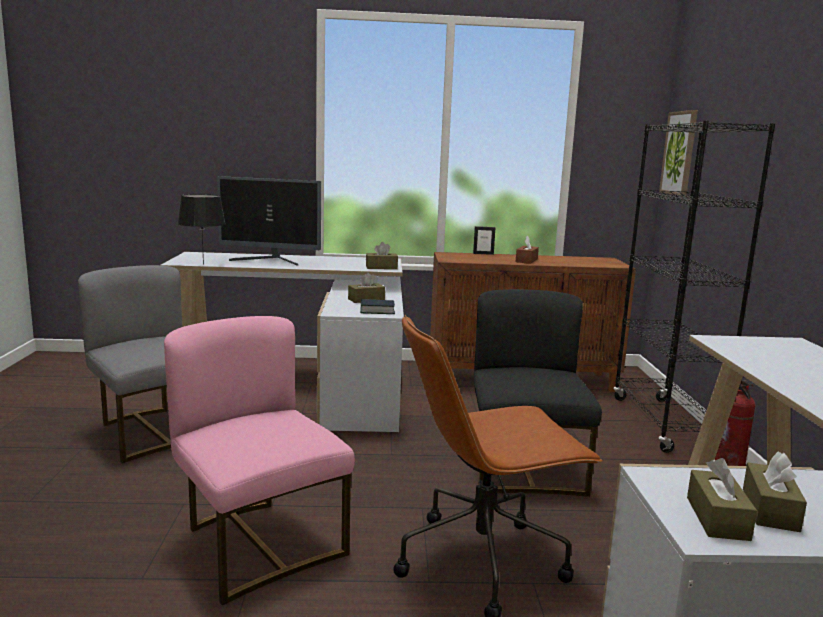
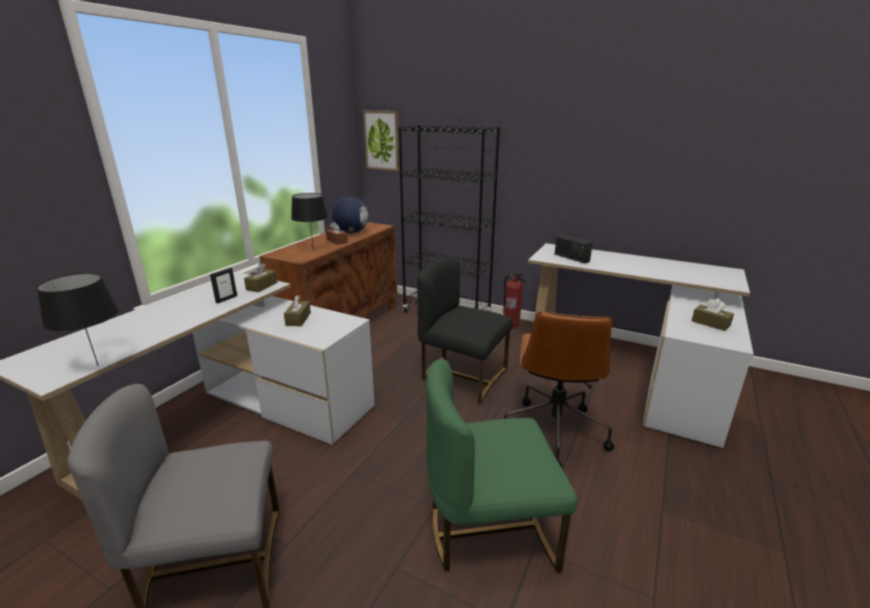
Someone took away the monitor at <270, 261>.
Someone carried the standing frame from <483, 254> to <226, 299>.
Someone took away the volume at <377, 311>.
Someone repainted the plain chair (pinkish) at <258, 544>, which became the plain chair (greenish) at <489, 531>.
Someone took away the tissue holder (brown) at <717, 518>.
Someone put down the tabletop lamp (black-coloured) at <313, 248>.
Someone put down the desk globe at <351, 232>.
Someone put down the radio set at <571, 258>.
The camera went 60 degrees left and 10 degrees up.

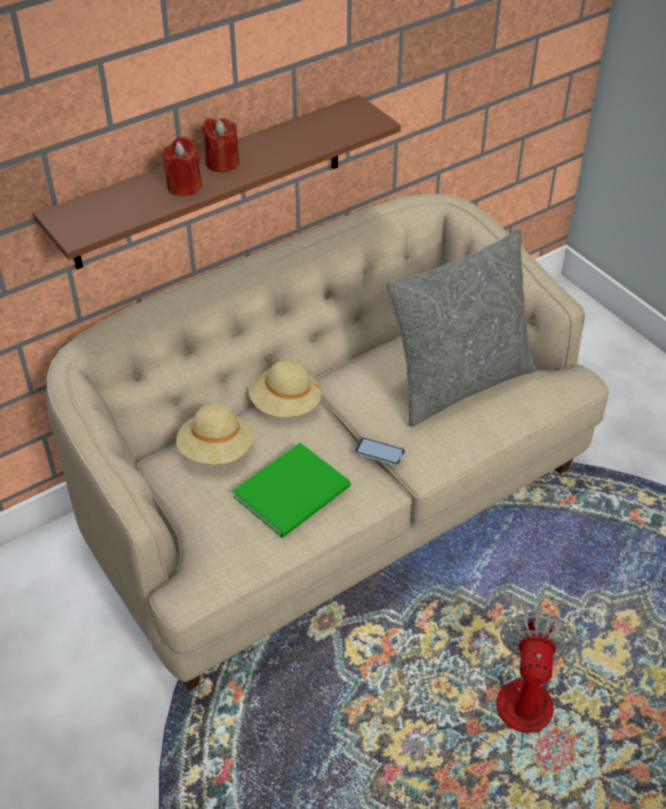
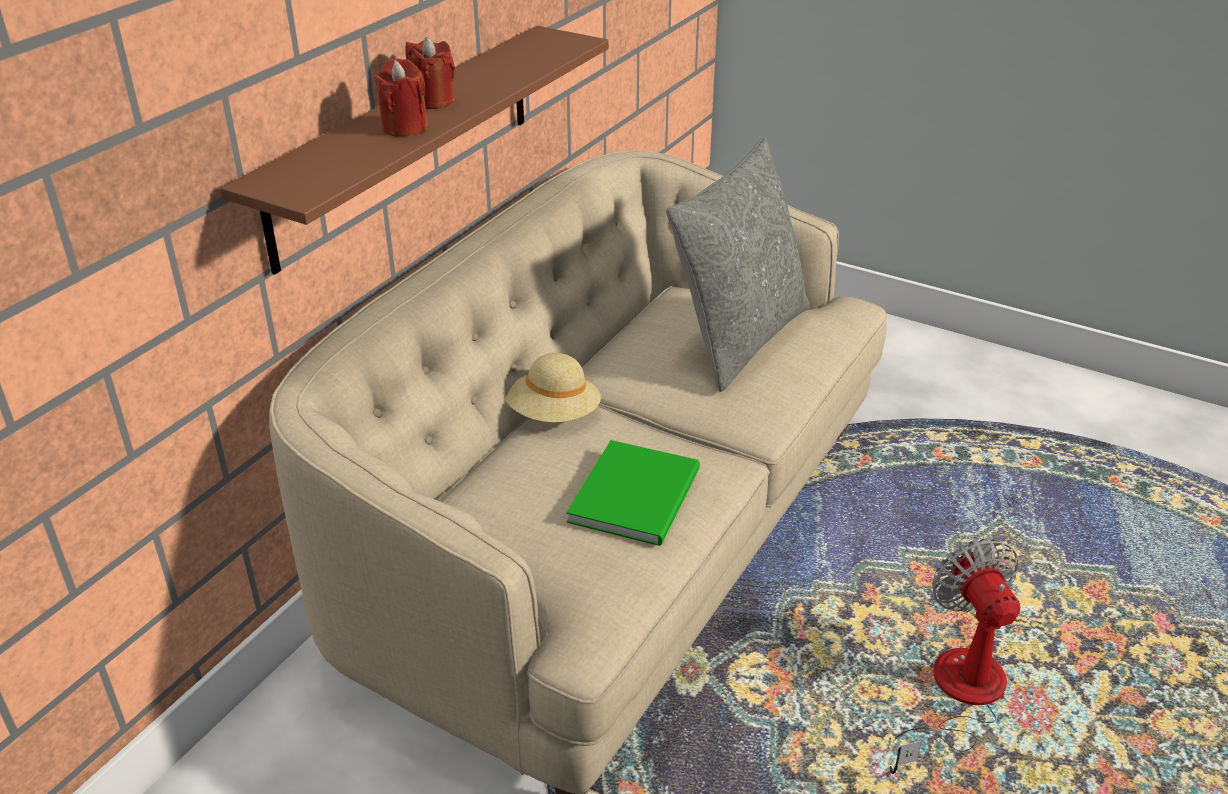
Someone took away the wearable hat (beige-coloured) at <216, 451>.
Someone took away the handset at <379, 452>.
The camera went 25 degrees left and 10 degrees down.

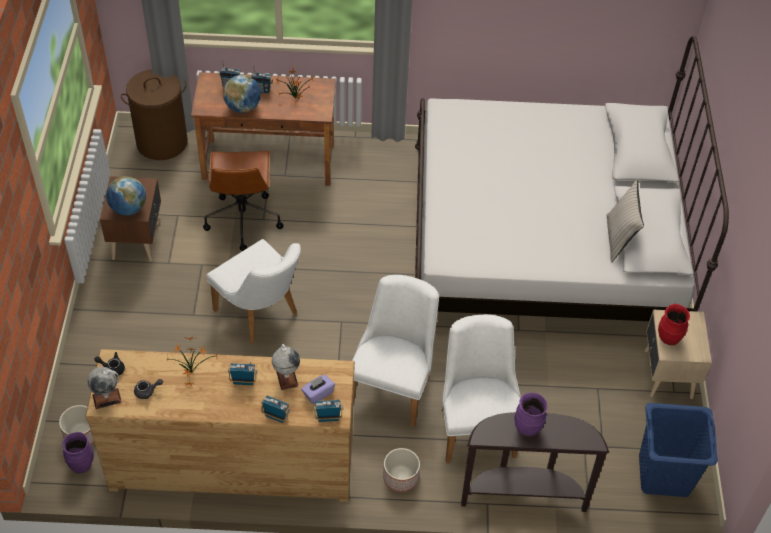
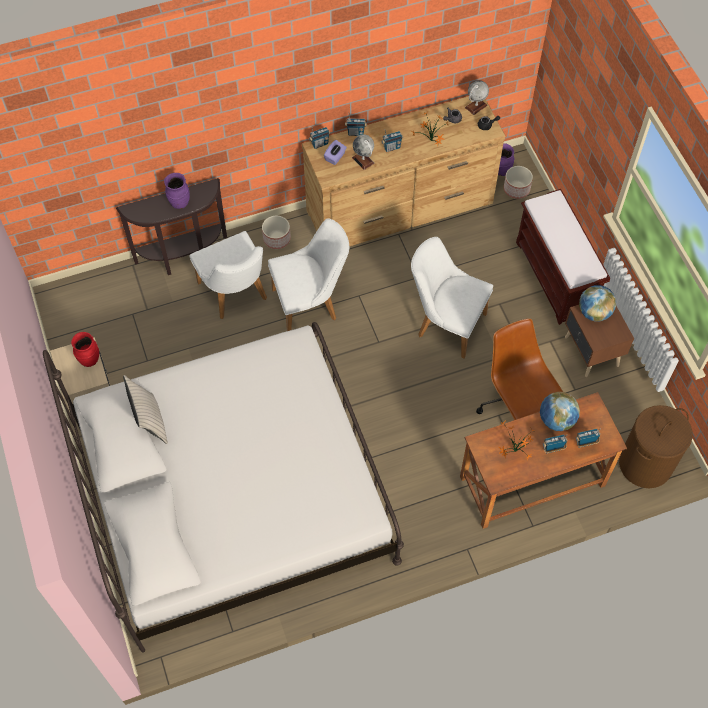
Someone rotated the plain chair (white-coloured) at <394, 386> by 105 degrees counterclockwise.
Someone took away the laundry basket (blue) at <664, 475>.
Someone put down the long seat (brown) at <555, 278>.
The camera went 160 degrees right and 10 degrees up.

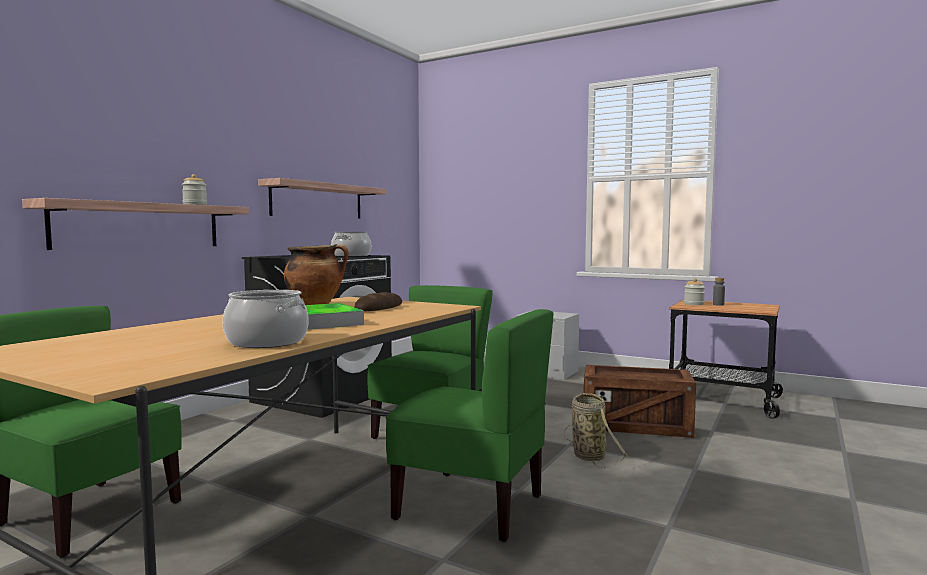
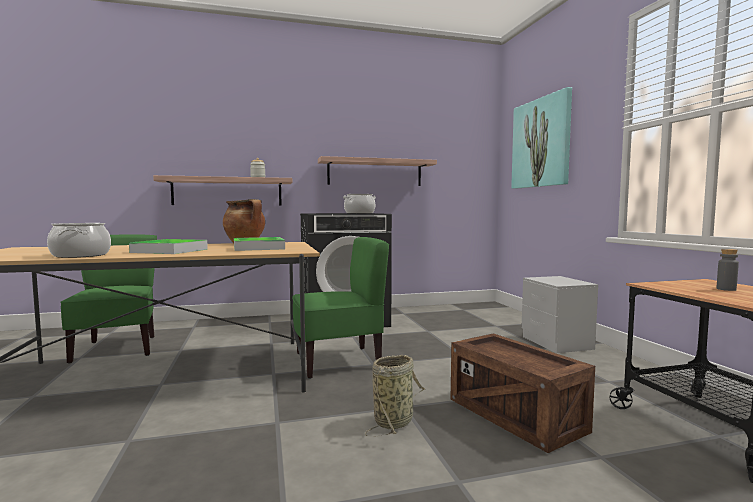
Someone took away the jar at <694, 304>.
Someone swapped the baked bread at <379, 308> for the carrying tray at <258, 248>.
Someone took away the plain chair (greenish) at <471, 506>.
Someone put up the wall picture at <541, 143>.
The camera went 45 degrees right and 0 degrees up.

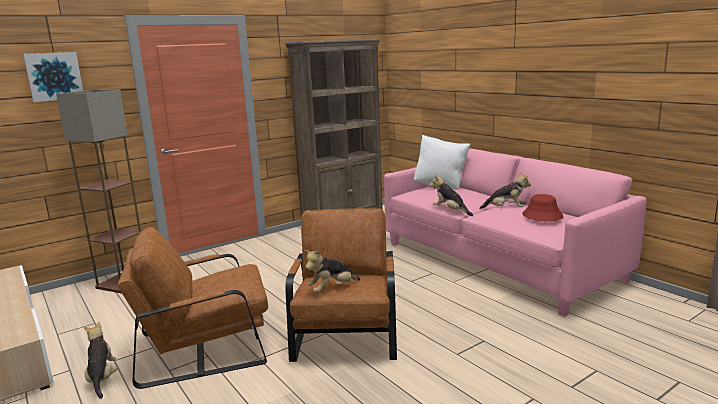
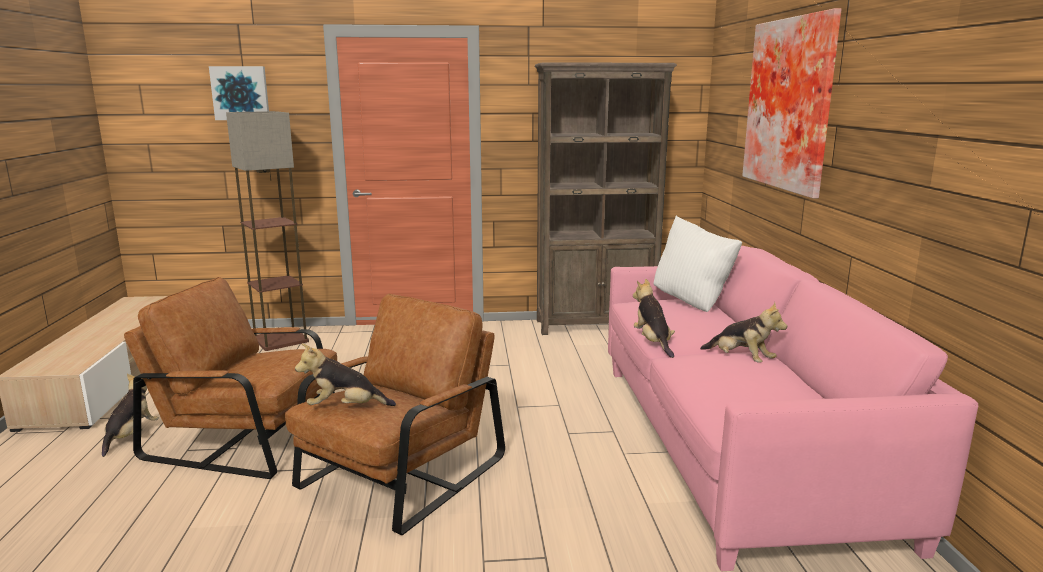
Someone took away the wearable hat (red-coloured) at <542, 216>.
Someone put up the wall picture at <793, 104>.
The camera went 30 degrees right and 0 degrees up.

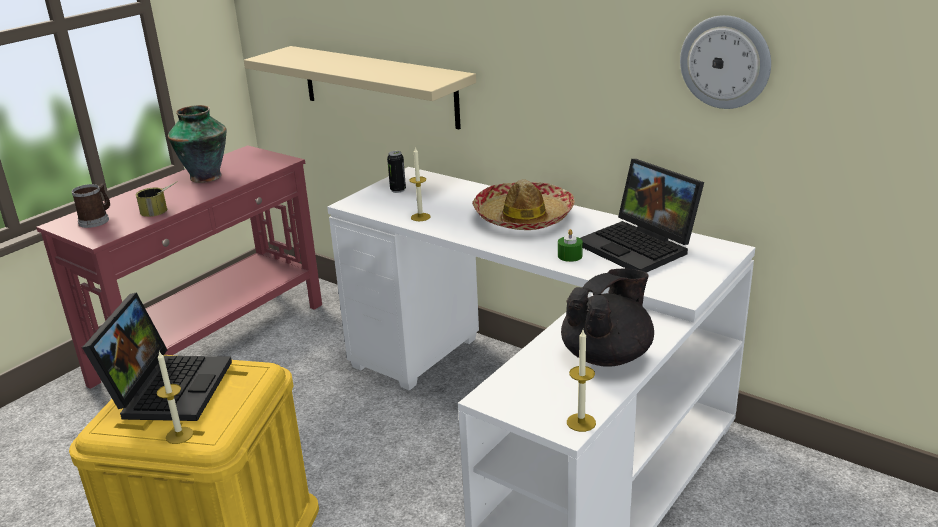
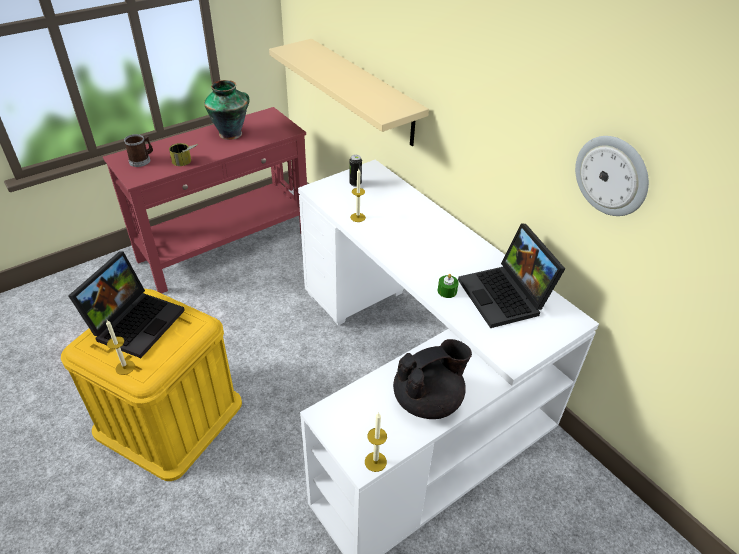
Someone took away the wearable hat at <523, 217>.
The camera went 15 degrees right and 15 degrees up.

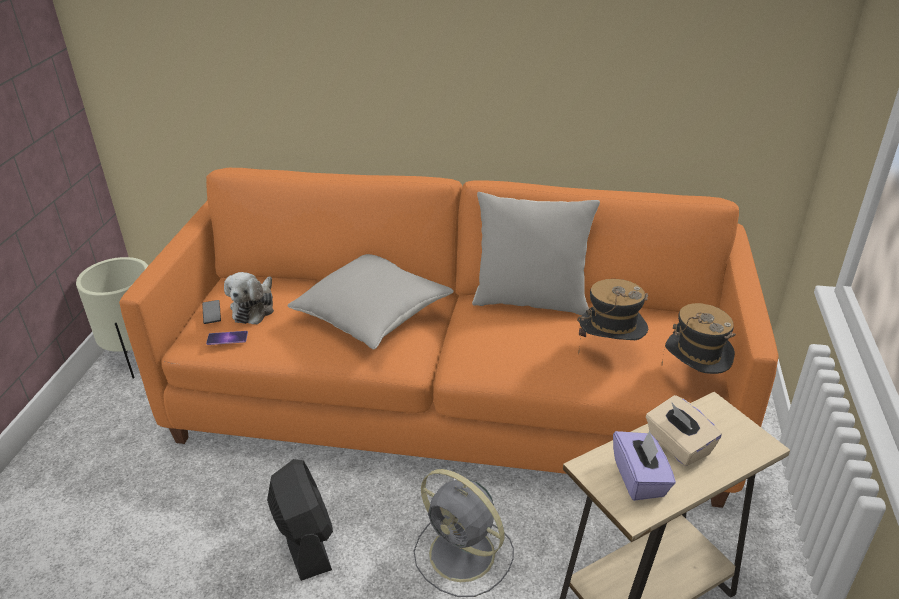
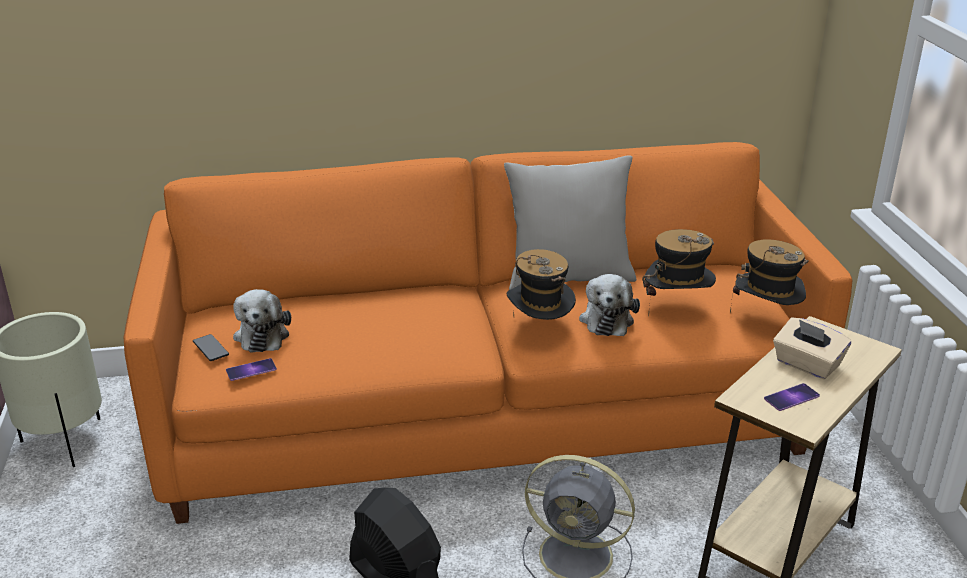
Someone took away the cushion (gray) at <373, 314>.
Someone swapped the tissue holder (purple-coloured) at <640, 479> for the handset at <791, 397>.
Someone put down the wearable hat at <539, 331>.
Someone put down the soft toy at <607, 319>.
The camera went 20 degrees left and 5 degrees down.

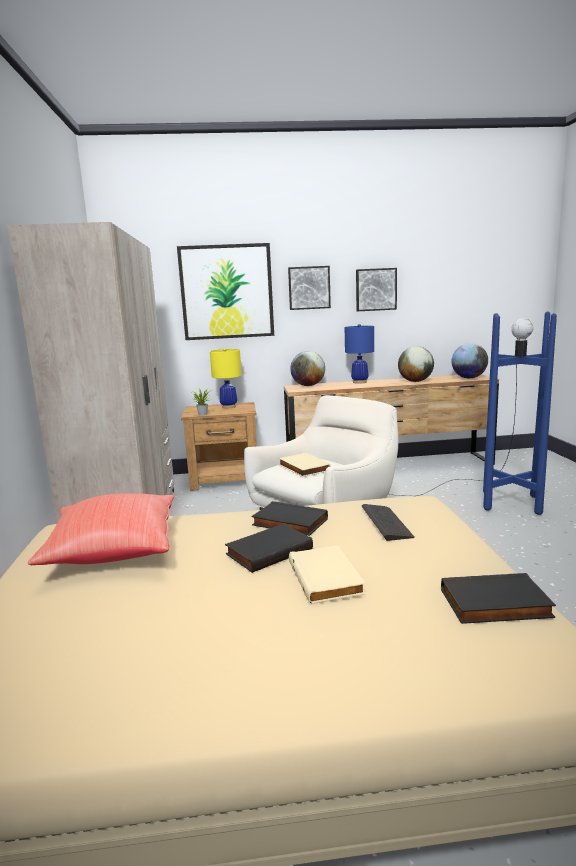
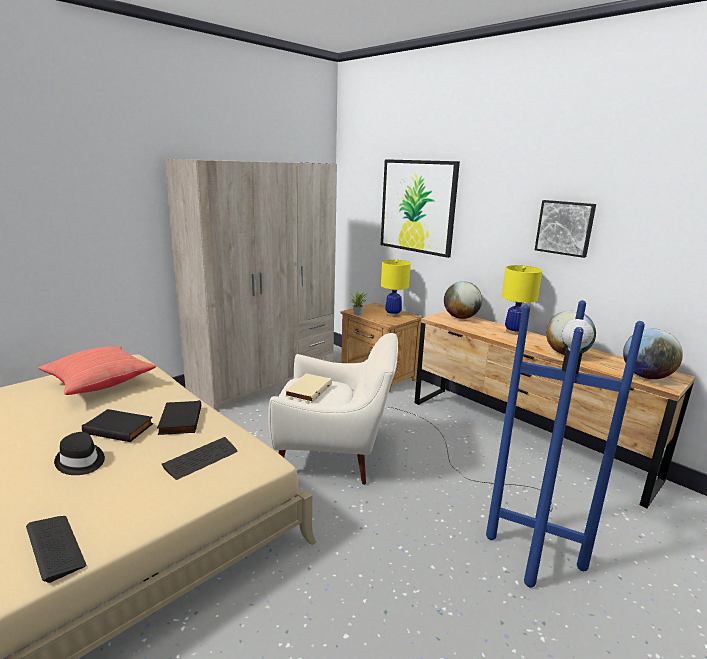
Someone took away the wall picture at <309, 288>.
Someone repainted the tabletop lamp (blue) at <359, 382>, which became the tabletop lamp (yellow) at <514, 332>.
Someone swapped the volume (beige-coloured) at <327, 578> for the wearable hat (black-coloured) at <80, 462>.
Someone swapped the volume (black-coloured) at <495, 605> for the keyboard at <55, 547>.
The camera went 50 degrees right and 5 degrees up.

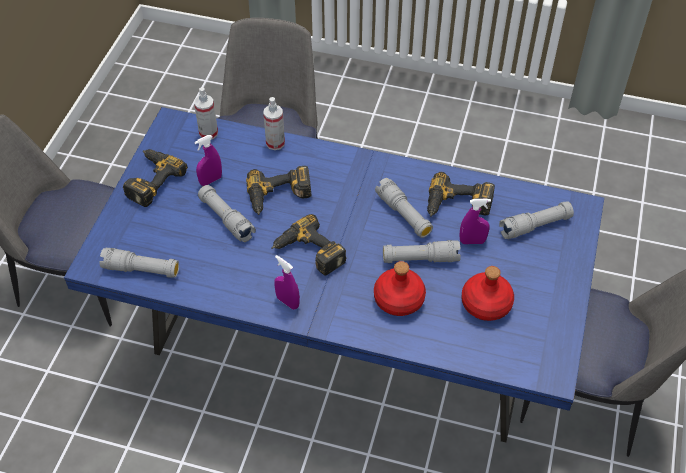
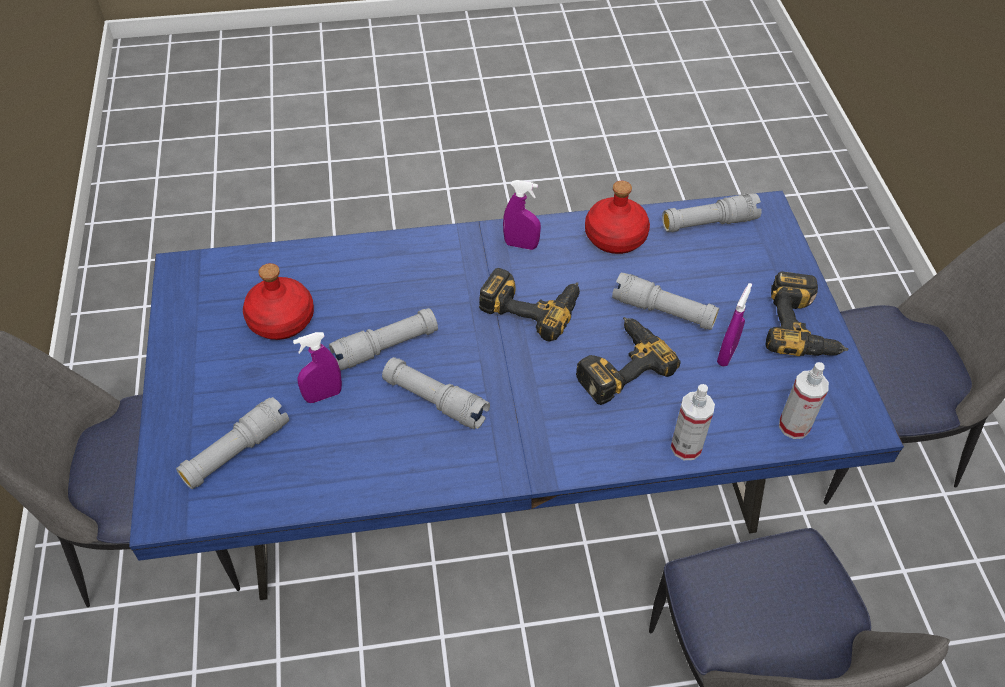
Someone took away the electric drill at <457, 206>.
Someone carried the beverage bottle (red-coloured) from <399, 299> to <614, 237>.
The camera went 155 degrees right and 0 degrees up.

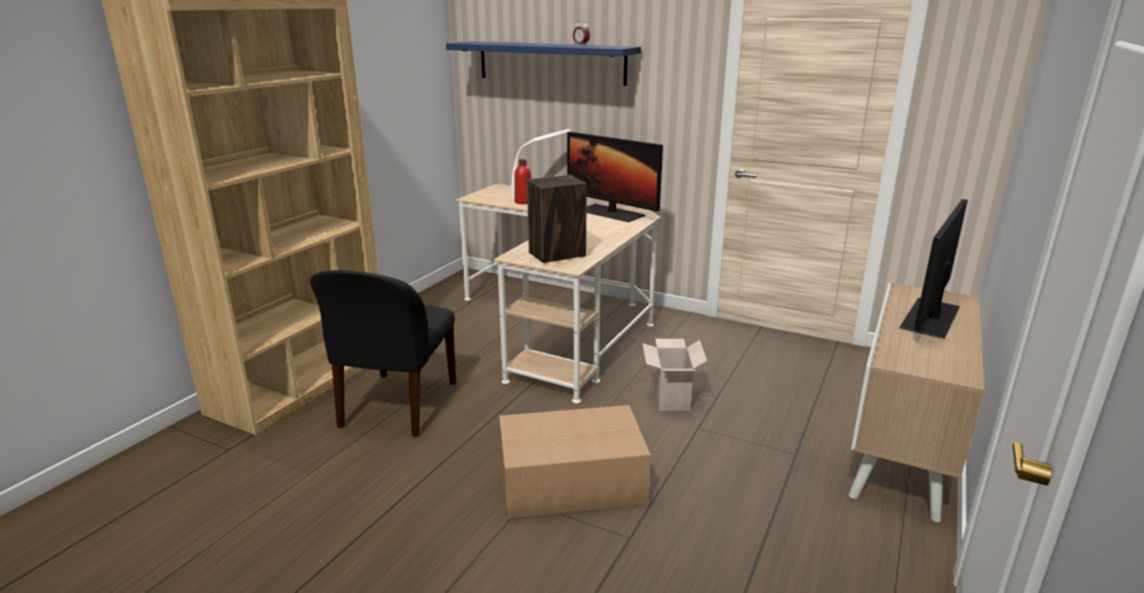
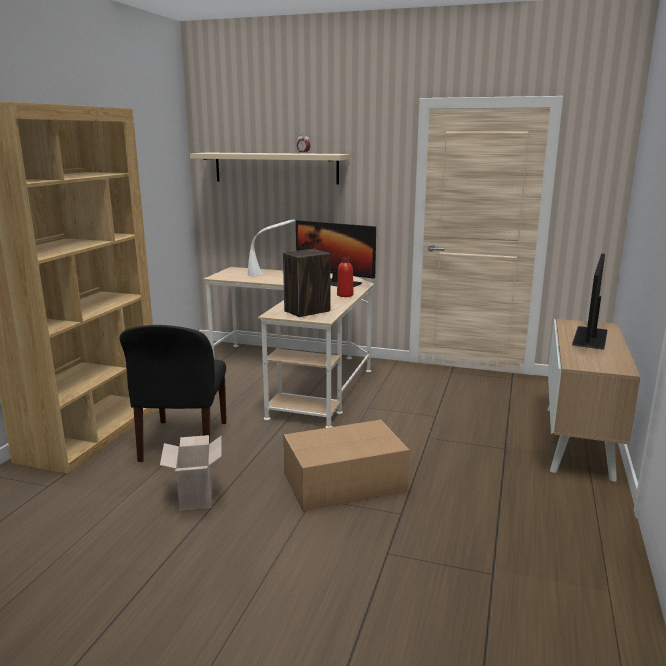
Someone repainted the bracket shelf (blue) at <551, 62>, which became the bracket shelf (beige-coloured) at <276, 168>.
Someone carried the beverage bottle (red-coloured) from <523, 202> to <345, 295>.
Someone carried the packing box from <670, 398> to <195, 496>.
The camera went 10 degrees left and 5 degrees down.

